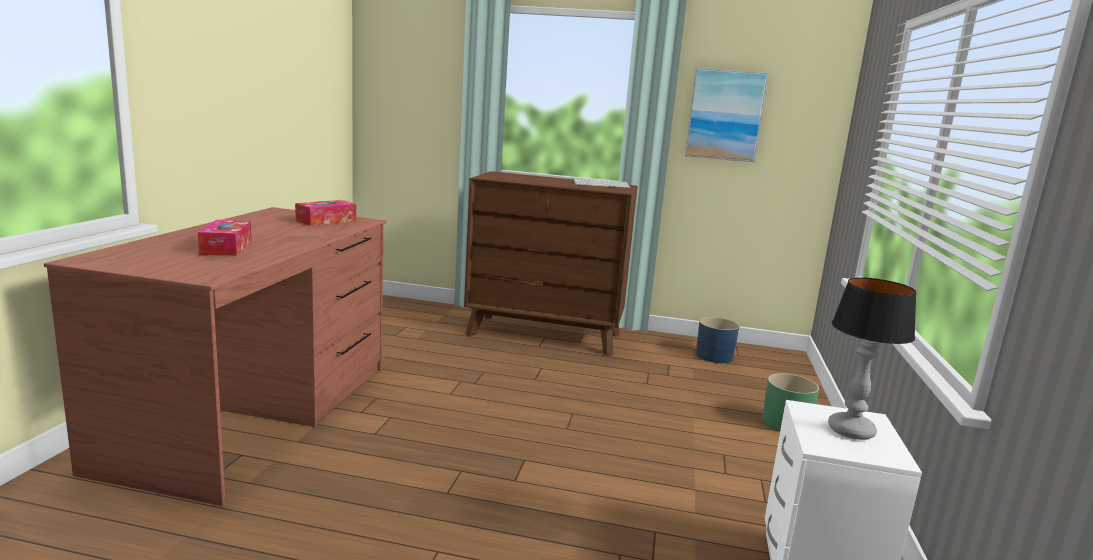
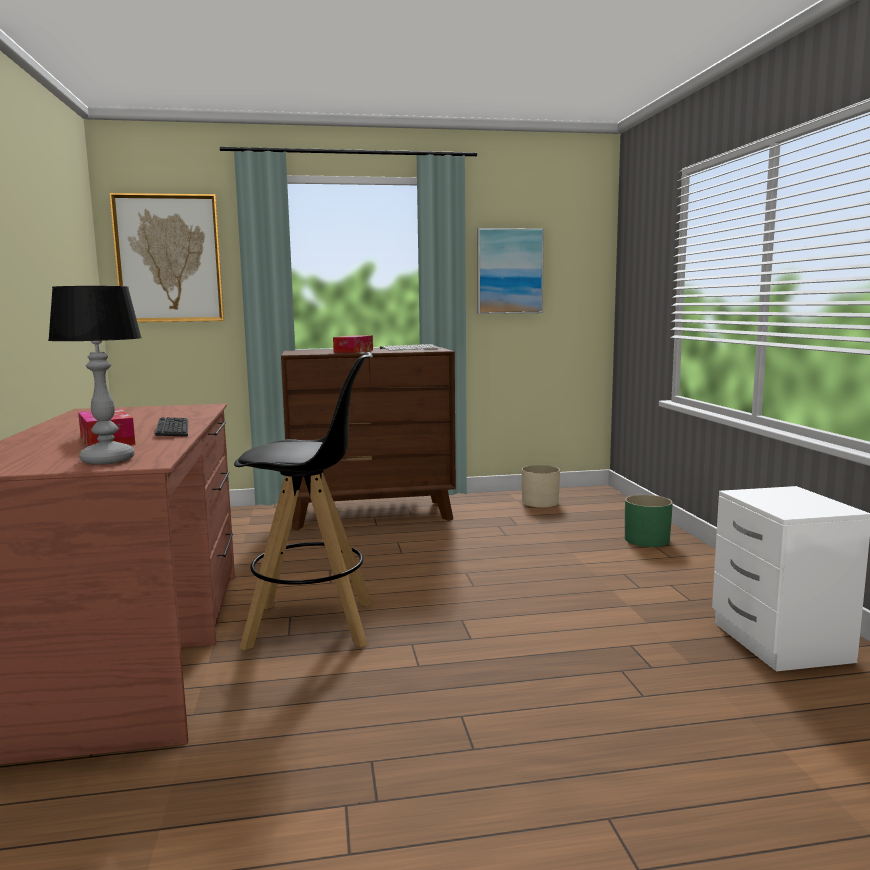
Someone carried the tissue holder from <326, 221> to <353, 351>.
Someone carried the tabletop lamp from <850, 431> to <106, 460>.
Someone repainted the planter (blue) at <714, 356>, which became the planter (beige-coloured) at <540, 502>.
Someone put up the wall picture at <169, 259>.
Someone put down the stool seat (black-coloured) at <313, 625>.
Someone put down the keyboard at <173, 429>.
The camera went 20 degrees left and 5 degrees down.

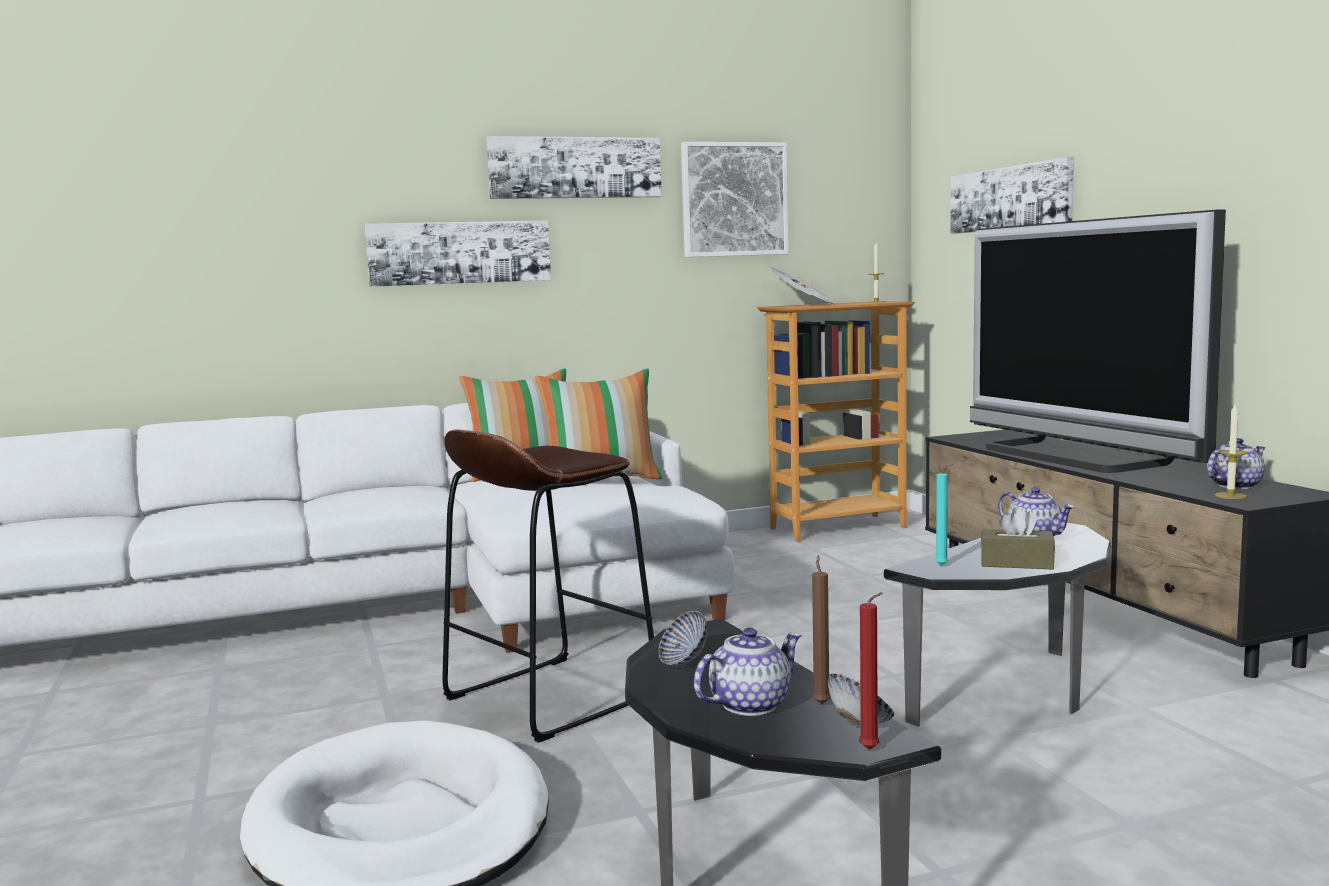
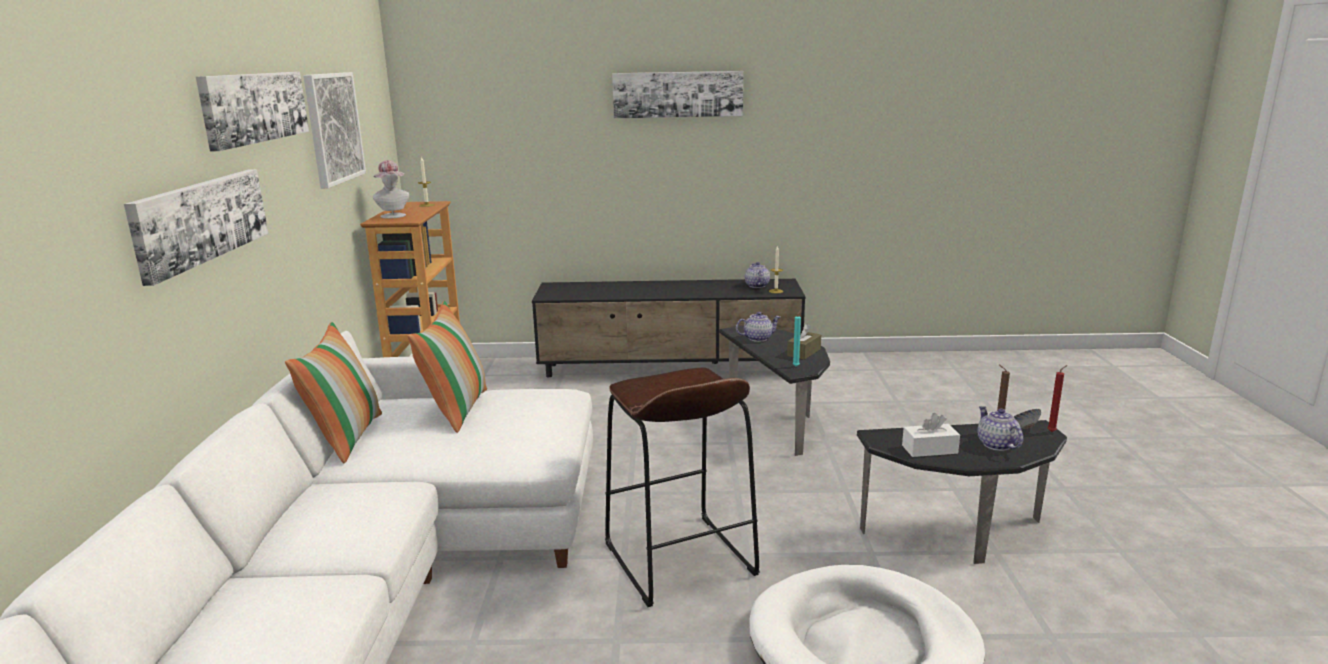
Someone carried the wall picture from <1010, 198> to <677, 94>.
Someone took away the TV at <1069, 456>.
Someone swapped the newspaper at <803, 305> for the wearable hat at <394, 216>.
Someone swapped the deep dish at <683, 661> for the tissue holder (white-coloured) at <929, 449>.
The camera went 70 degrees left and 10 degrees up.

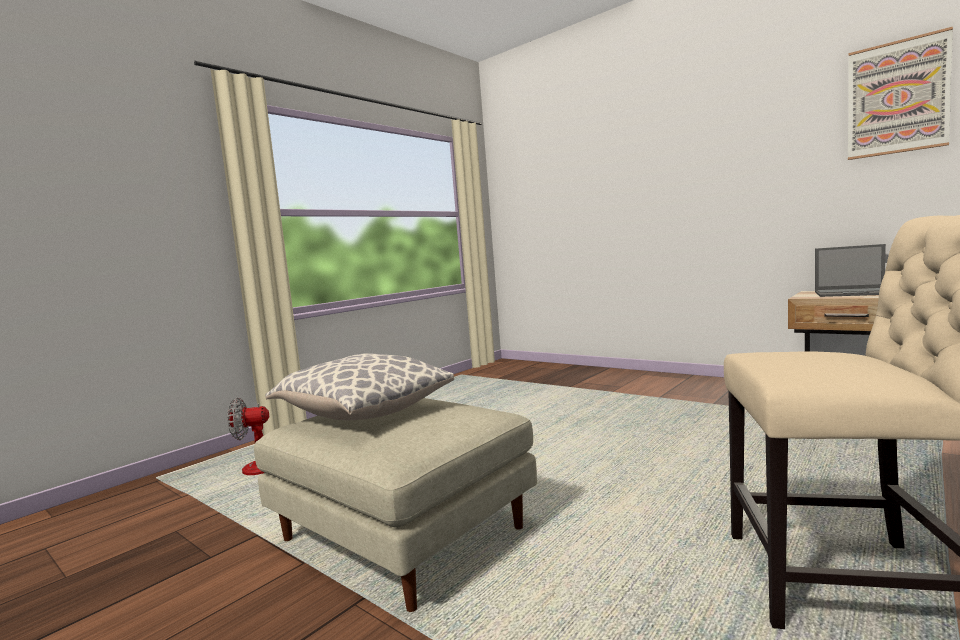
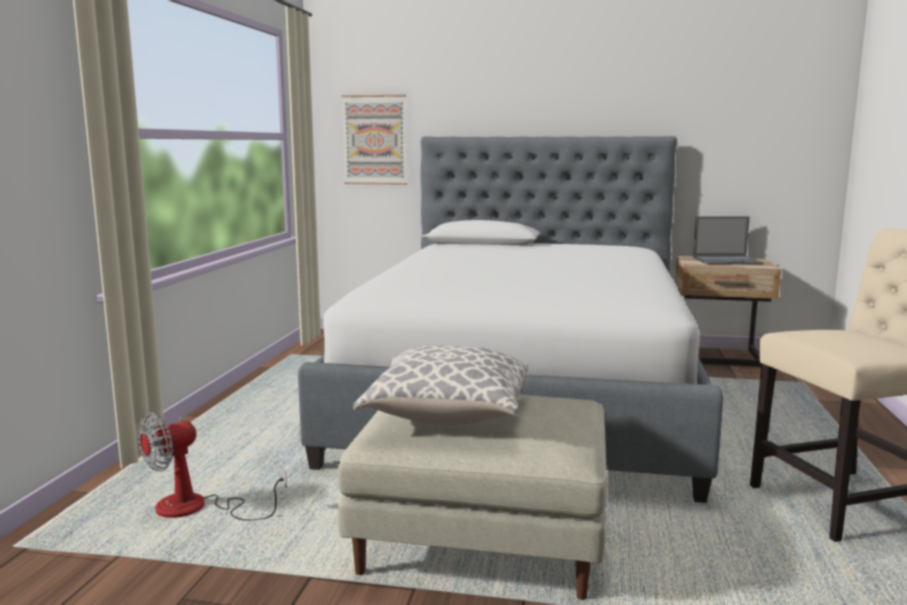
Someone carried the wall picture from <897, 98> to <375, 140>.
Someone put down the bedroom bed at <524, 394>.
The camera went 30 degrees left and 5 degrees up.

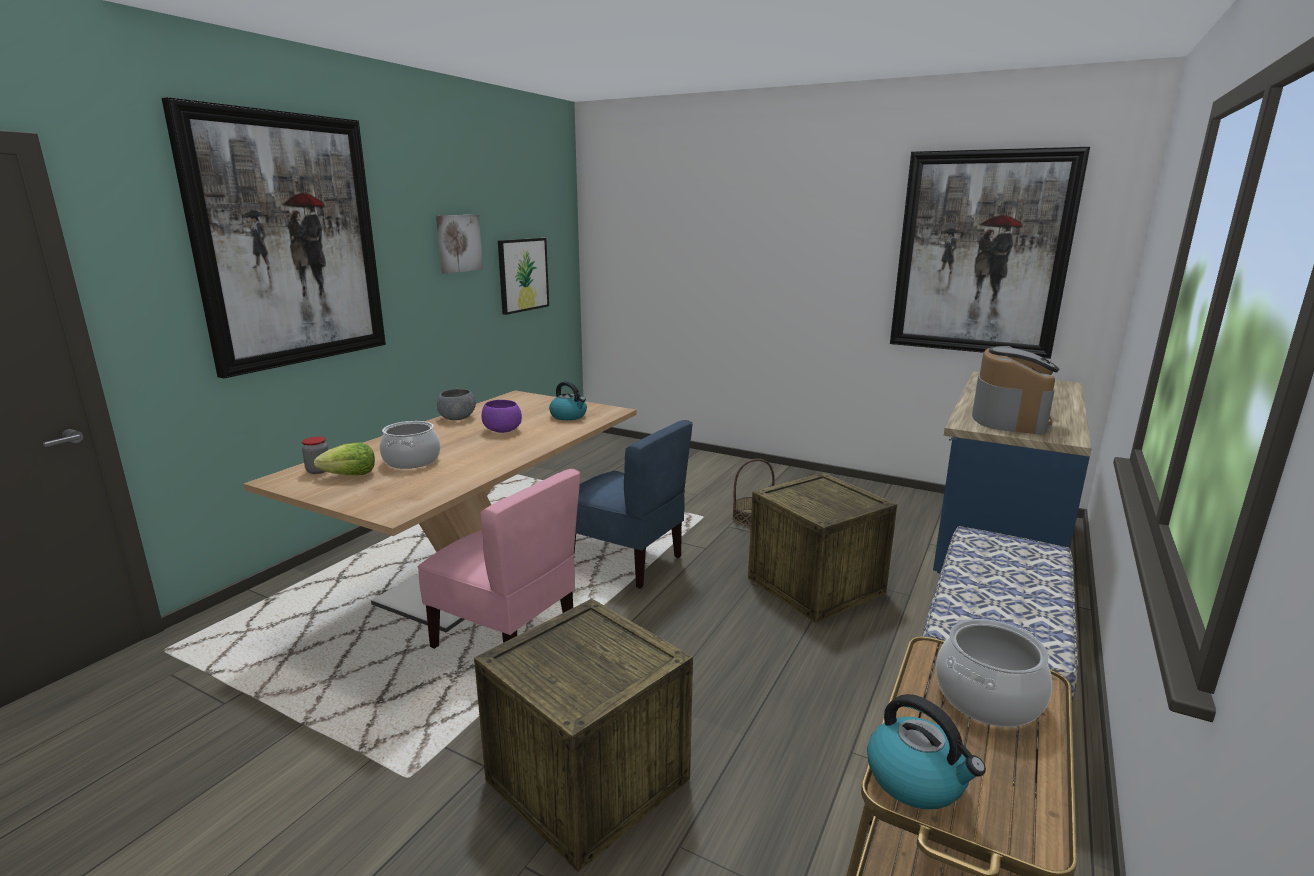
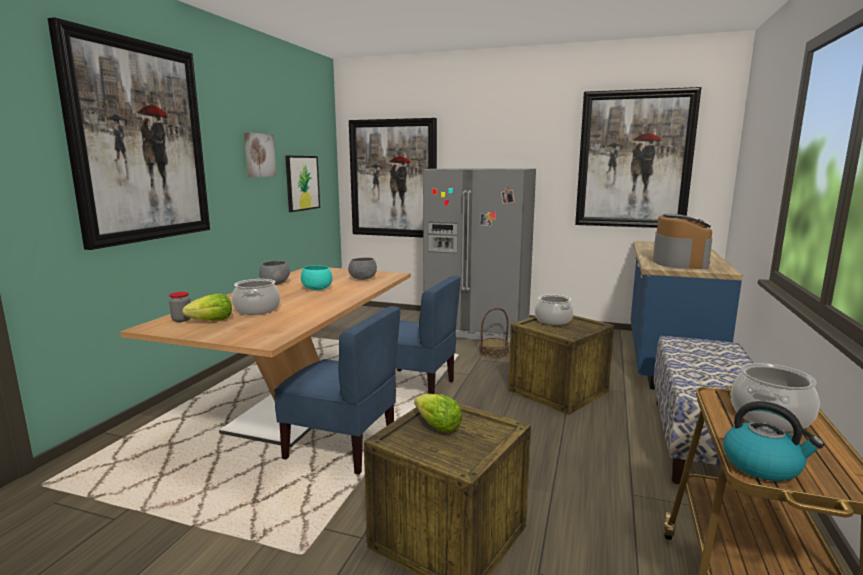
Someone swapped the water kettle at <569, 416> for the deep dish (gray) at <362, 278>.
Someone repainted the deep dish (purple-coloured) at <503, 430>, which became the deep dish (turquoise) at <317, 289>.
Someone repainted the plain chair (pinkish) at <506, 638>, which became the plain chair (blue) at <342, 447>.
Someone put up the wall picture at <393, 178>.
Someone put down the refrigerator (gray) at <478, 328>.
Someone put down the stockpot at <553, 320>.
Someone put down the lettuce head at <437, 427>.
The camera went 10 degrees left and 5 degrees down.

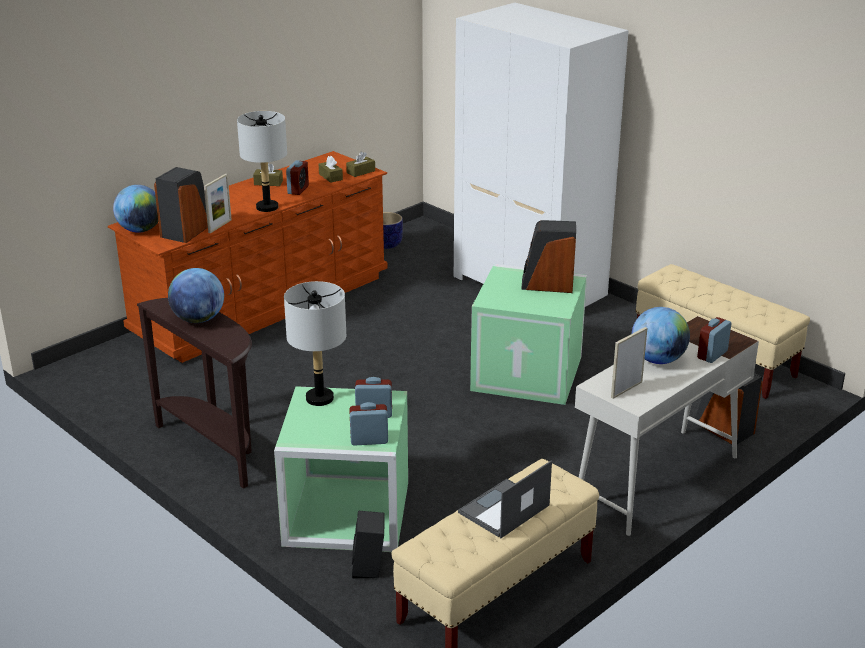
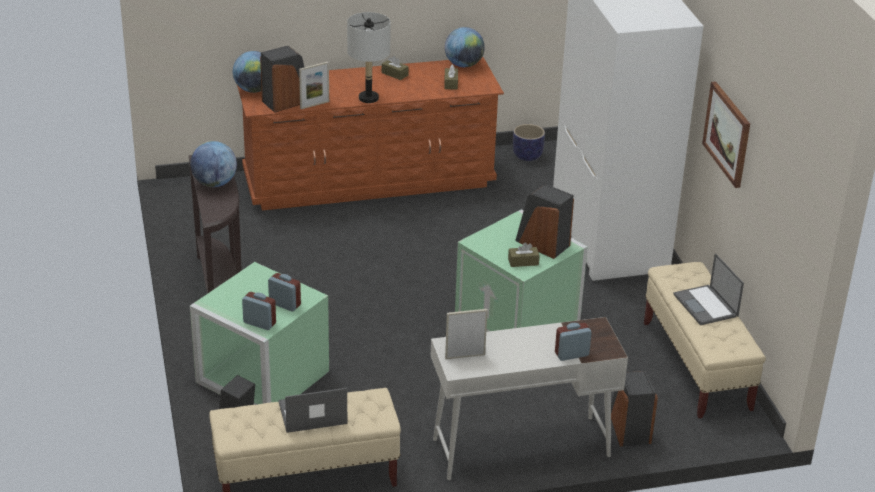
Someone carried the tissue holder (brown) from <361, 172> to <523, 262>.
Someone took away the bedside clock at <298, 190>.
Someone took away the tabletop lamp (gray) at <320, 398>.
Someone carried the desk globe from <658, 360> to <463, 65>.
Someone put up the wall picture at <727, 133>.
Someone put down the notebook computer at <706, 306>.
The camera went 30 degrees right and 5 degrees up.

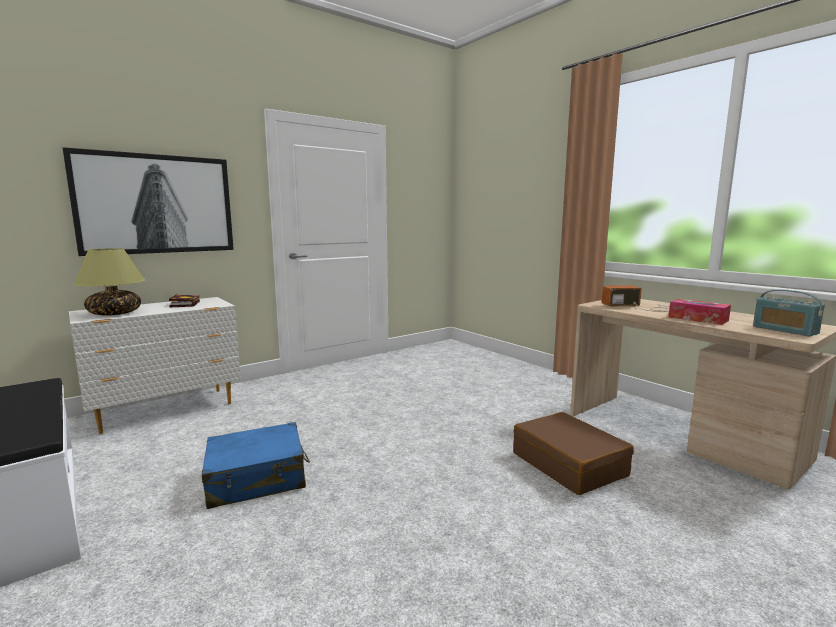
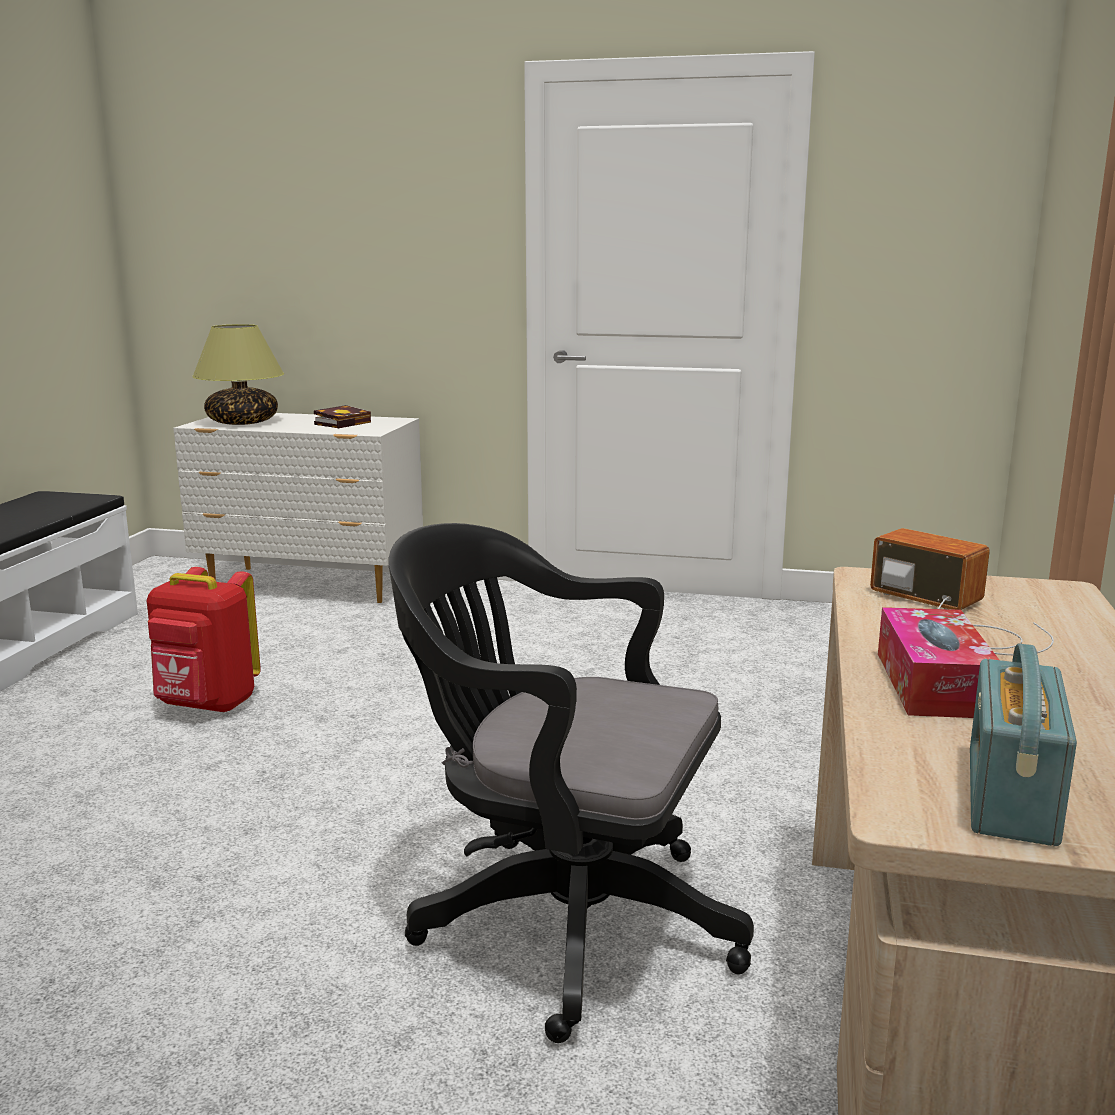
Someone took away the wall picture at <157, 204>.
Someone swapped the piece of luggage (brown) at <569, 464> for the office chair (black-coloured) at <562, 921>.
Someone swapped the piece of luggage (blue) at <257, 479> for the rucksack (red-coloured) at <207, 705>.
The camera went 50 degrees right and 5 degrees up.

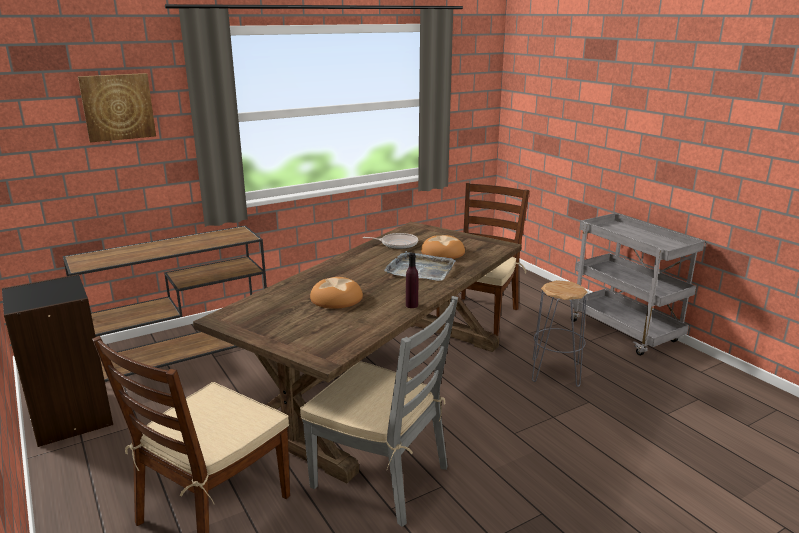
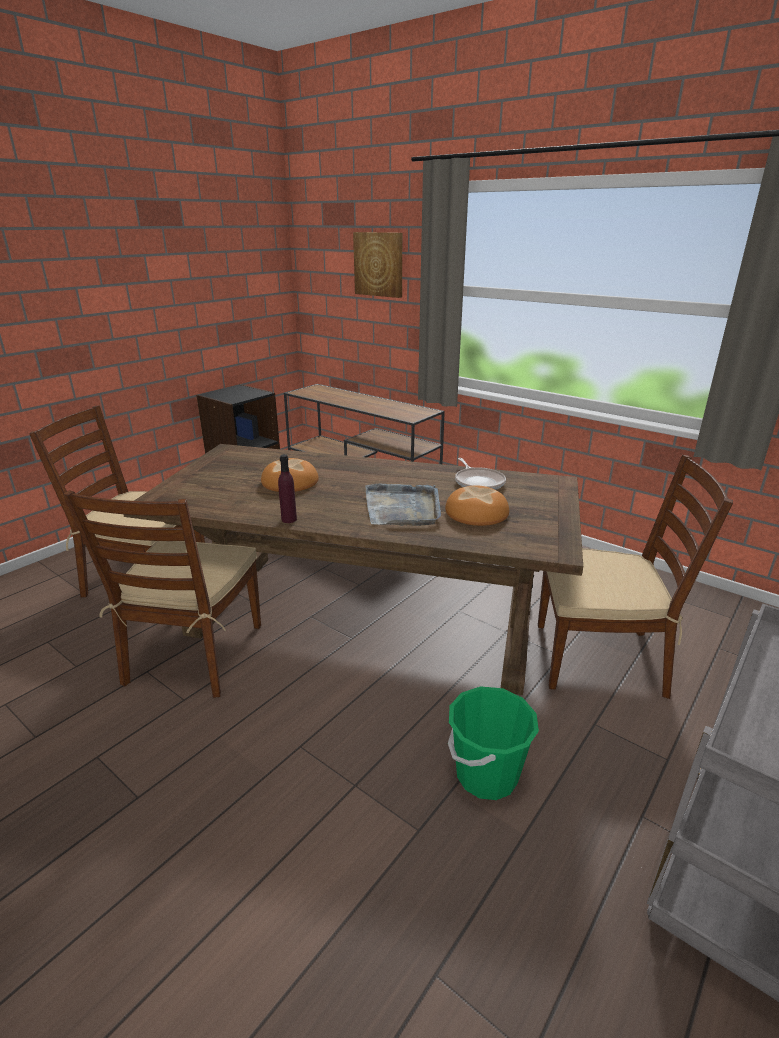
Someone swapped the stool seat (gray) at <556, 372> for the pail (greenish) at <486, 775>.
Someone repainted the plain chair (gray) at <381, 477>, which became the plain chair (brown) at <195, 654>.
The camera went 70 degrees right and 5 degrees up.

